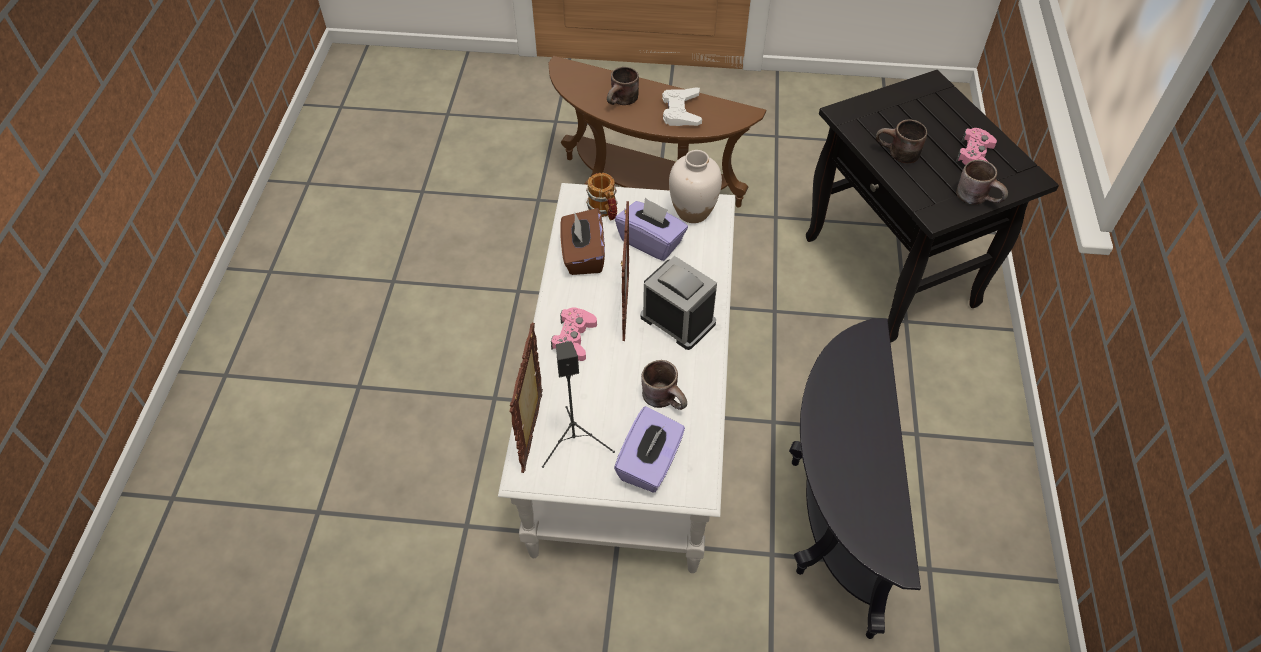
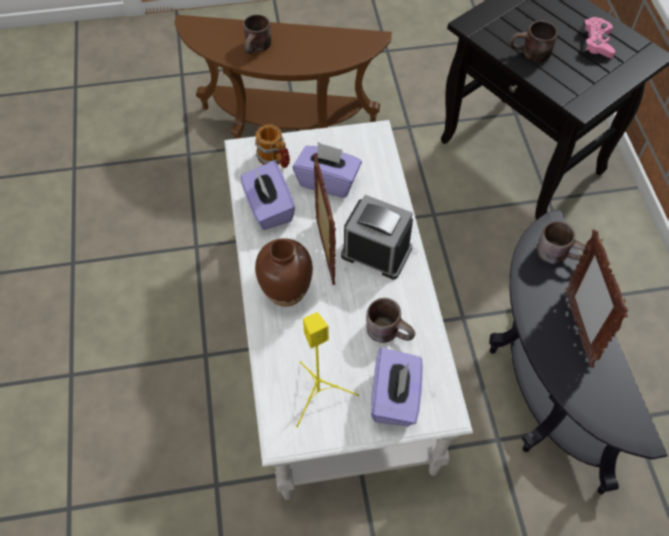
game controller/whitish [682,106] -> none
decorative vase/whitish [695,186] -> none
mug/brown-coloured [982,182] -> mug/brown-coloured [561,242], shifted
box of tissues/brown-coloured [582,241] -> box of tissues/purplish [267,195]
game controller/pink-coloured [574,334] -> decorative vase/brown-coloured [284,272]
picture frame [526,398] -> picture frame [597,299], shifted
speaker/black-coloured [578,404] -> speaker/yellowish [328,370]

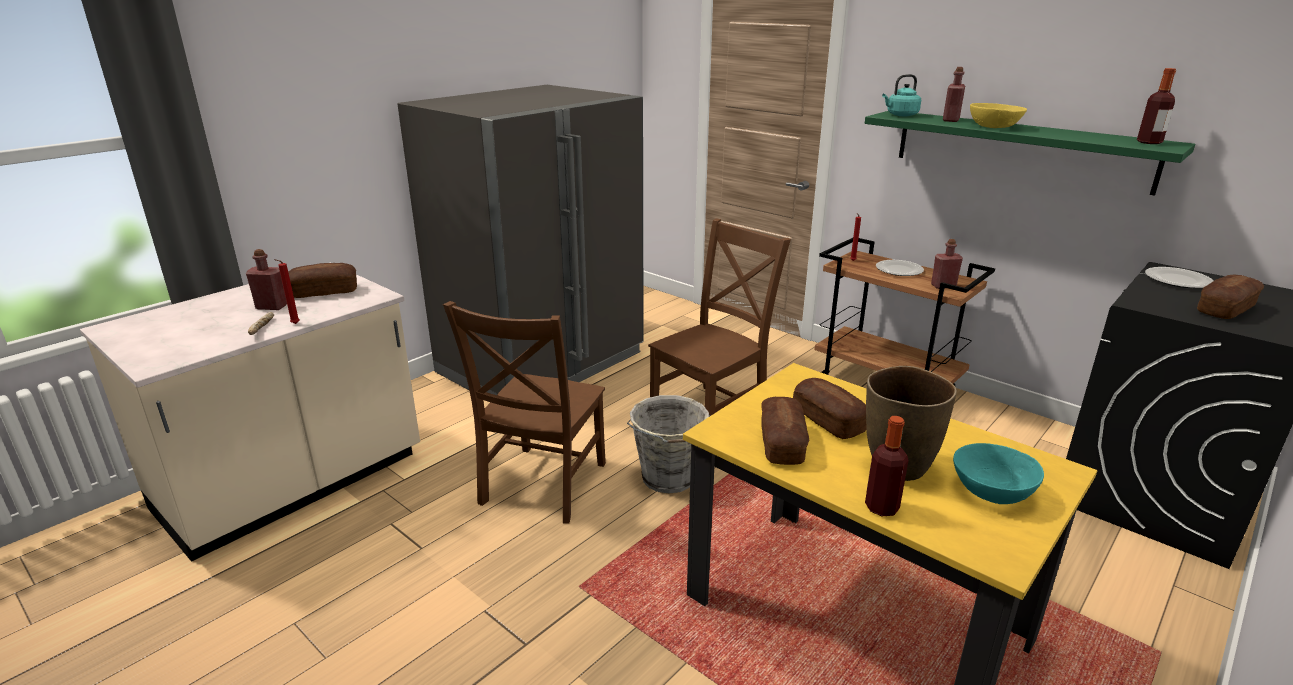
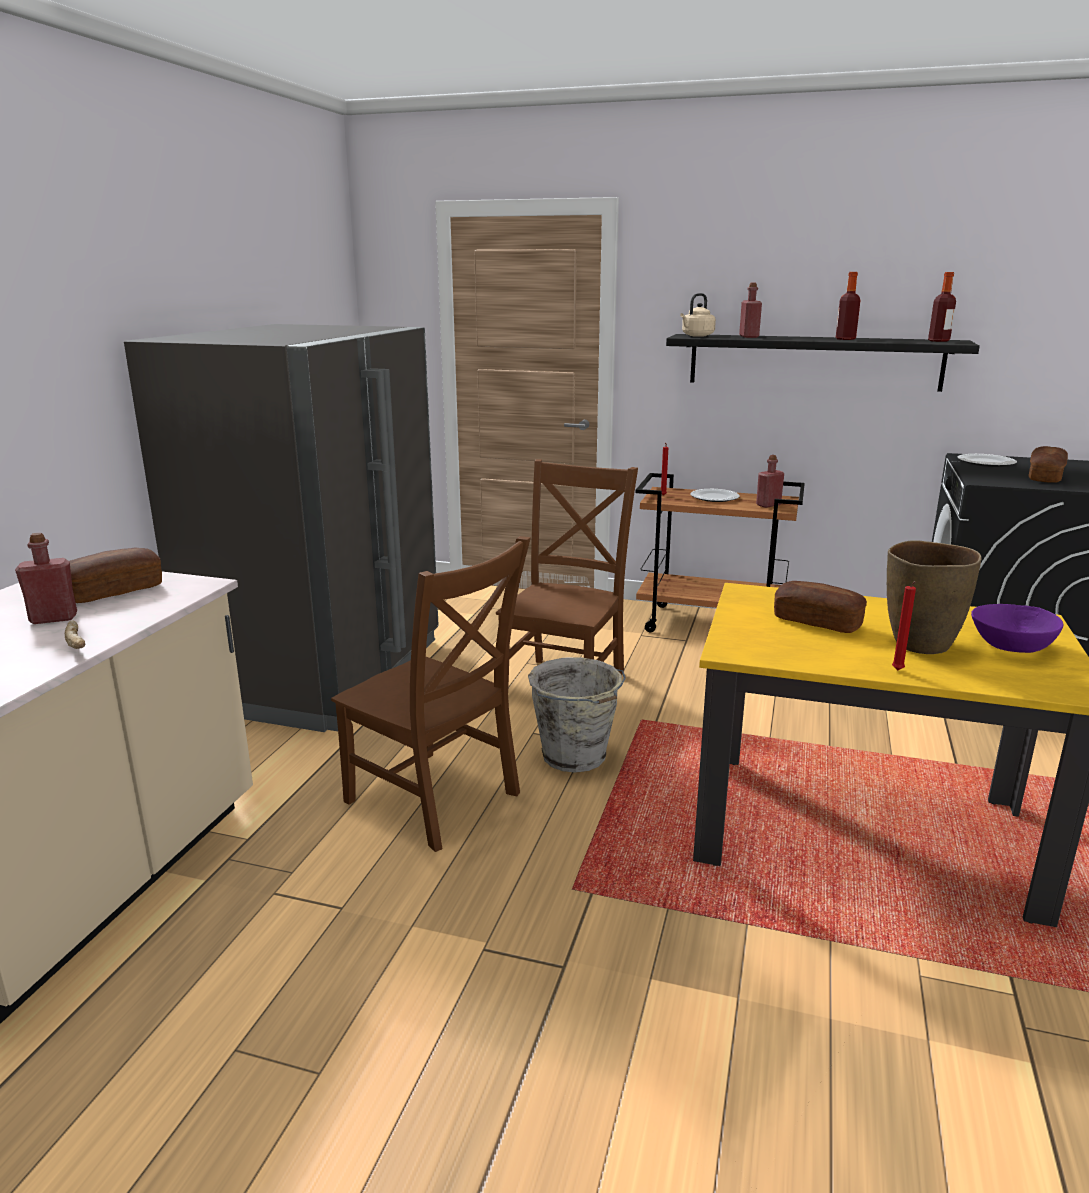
water kettle/turquoise-coloured [901,95] -> water kettle/beige-coloured [698,315]
bowl/yellowish [998,115] -> none
wall shelf/green-coloured [1030,153] -> wall shelf/black-coloured [823,363]
candle/red [287,291] -> candle/red [904,625], shifted
plain chair/brown-coloured [524,412] -> plain chair/brown-coloured [431,694], 45 degrees counterclockwise
baked bread [785,431] -> none
drink bottle [887,466] -> drink bottle [848,306], shifted
bowl/turquoise-coloured [998,473] -> bowl/purplish [1017,628]

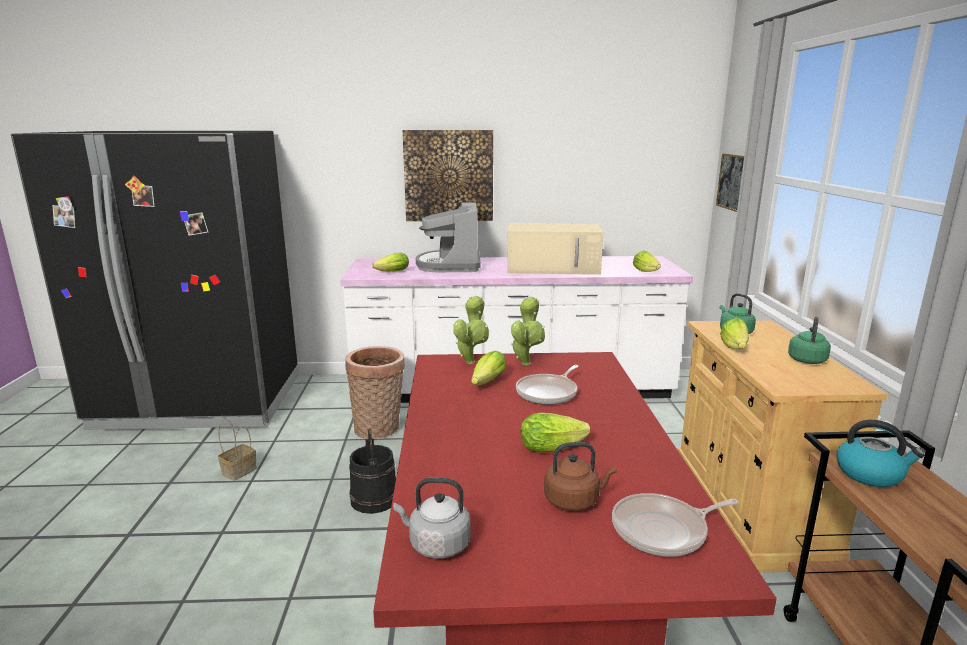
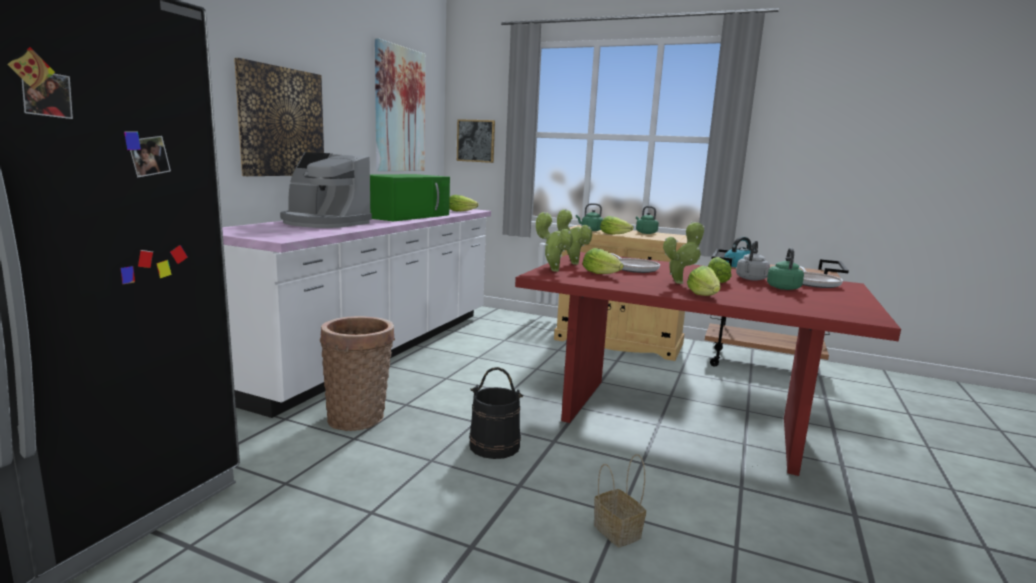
microwave oven/beige-coloured [555,249] -> microwave oven/green-coloured [410,197]
lettuce head [390,262] -> lettuce head [704,281], shifted
household basket [237,450] -> household basket [620,500], shifted
water kettle/brown-coloured [580,476] -> water kettle/green-coloured [785,269]
water kettle/greyish [431,518] -> water kettle/greyish [753,261], shifted
none -> picture [400,104]
none -> houseplant [684,252]

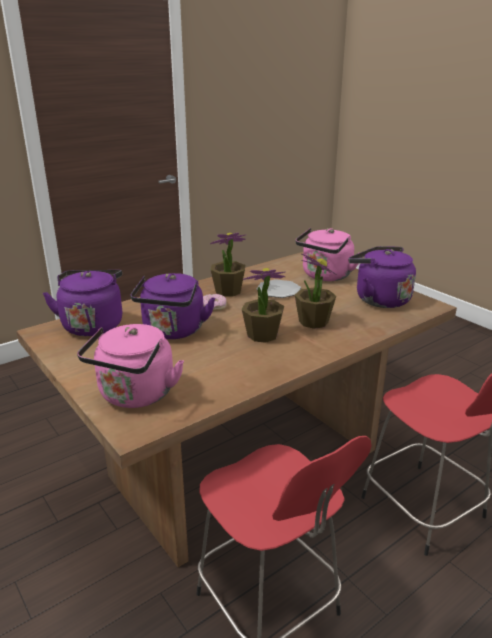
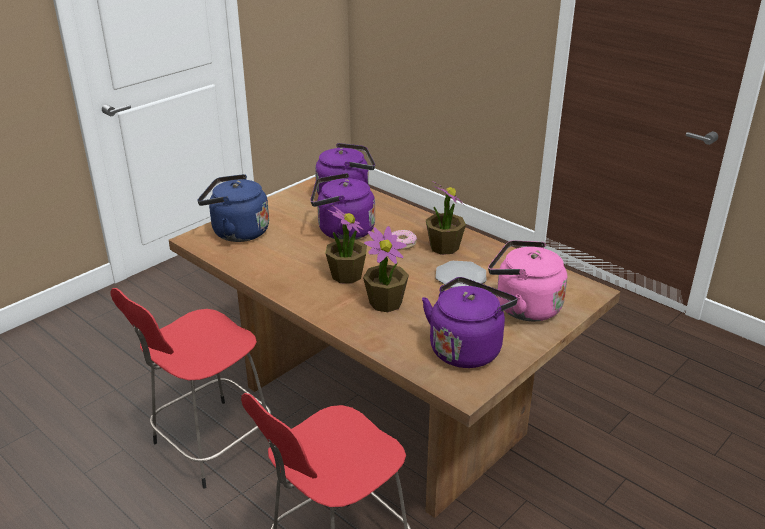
water kettle/pink-coloured [130,366] -> water kettle/blue [233,208]

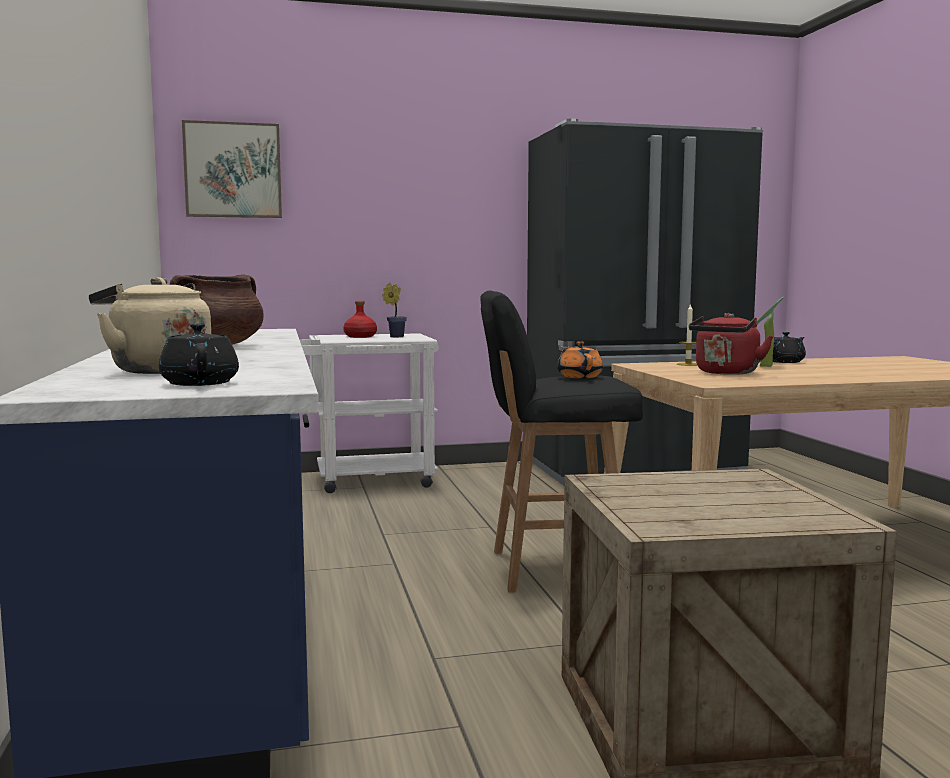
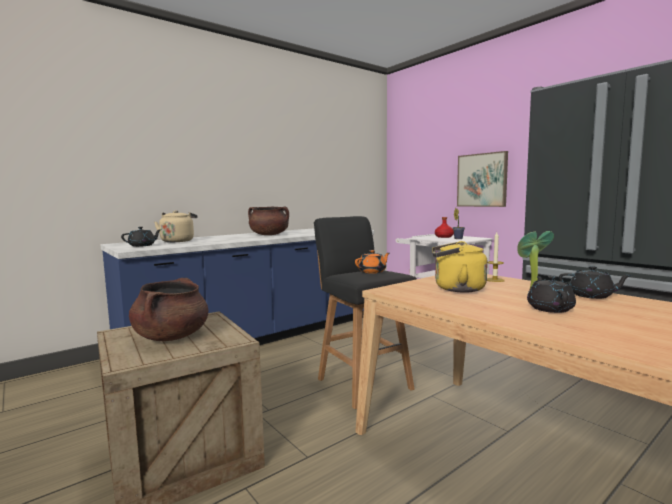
picture [232,169] -> picture [482,179], shifted
water kettle/red [731,344] -> water kettle/yellowish [460,267]
none -> tea pot/black-coloured [551,294]
none -> saucepot/brown-coloured [168,309]

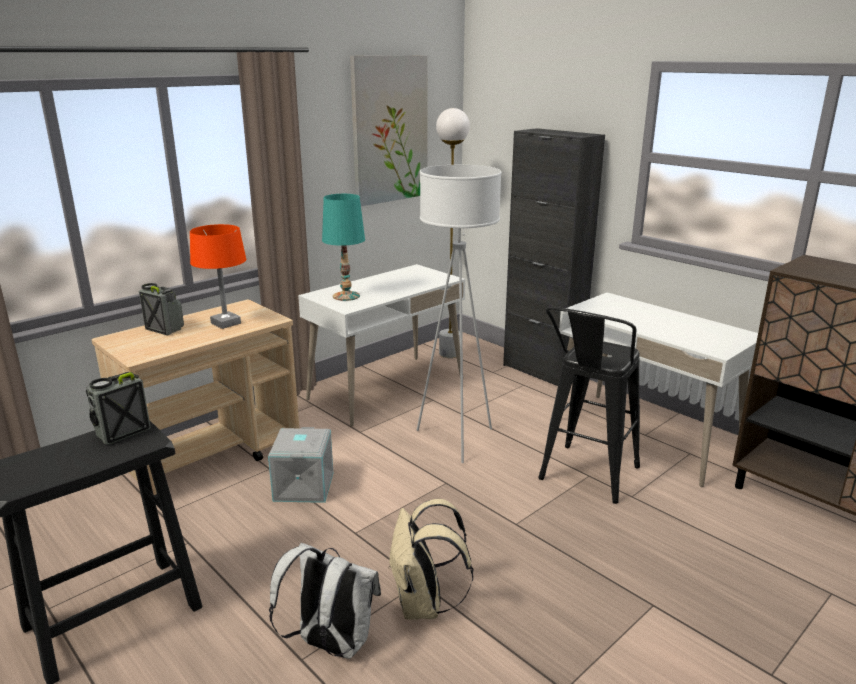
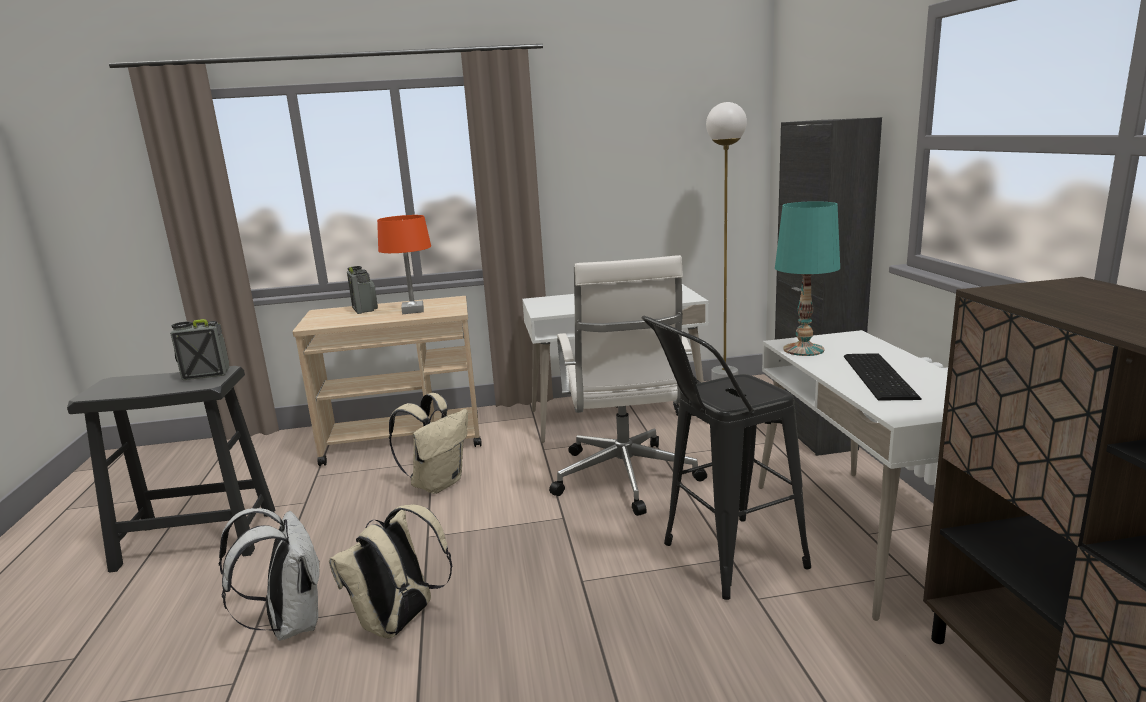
picture [389,130] -> none
standard lamp/whitish [459,314] -> computer chair/whitish [628,385]
table lamp/turquoise-coloured [343,247] -> table lamp/turquoise-coloured [807,278], shifted
storage bin/greyish [300,465] -> backpack/beige-coloured [428,443]
none -> computer keyboard [883,377]

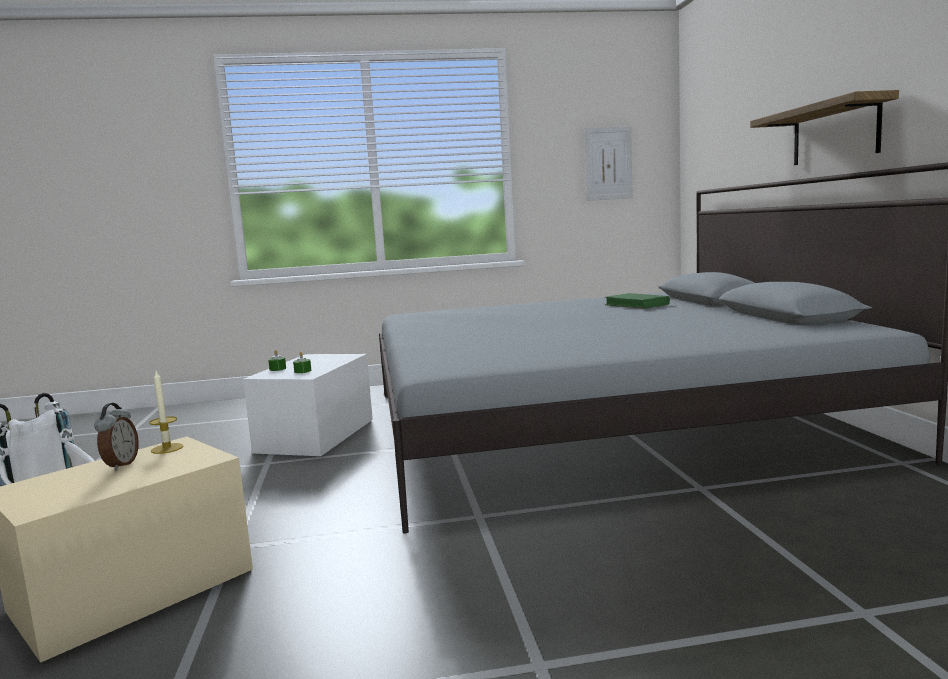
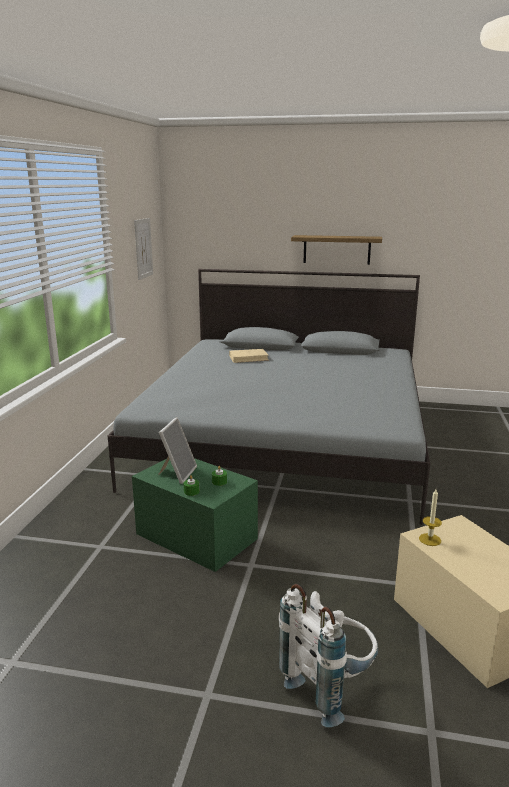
bound book/green-coloured [637,301] -> bound book/beige-coloured [249,356]
storage bin/whitish [308,405] -> storage bin/green-coloured [195,515]
alarm clock [116,437] -> none
none -> picture frame [177,451]

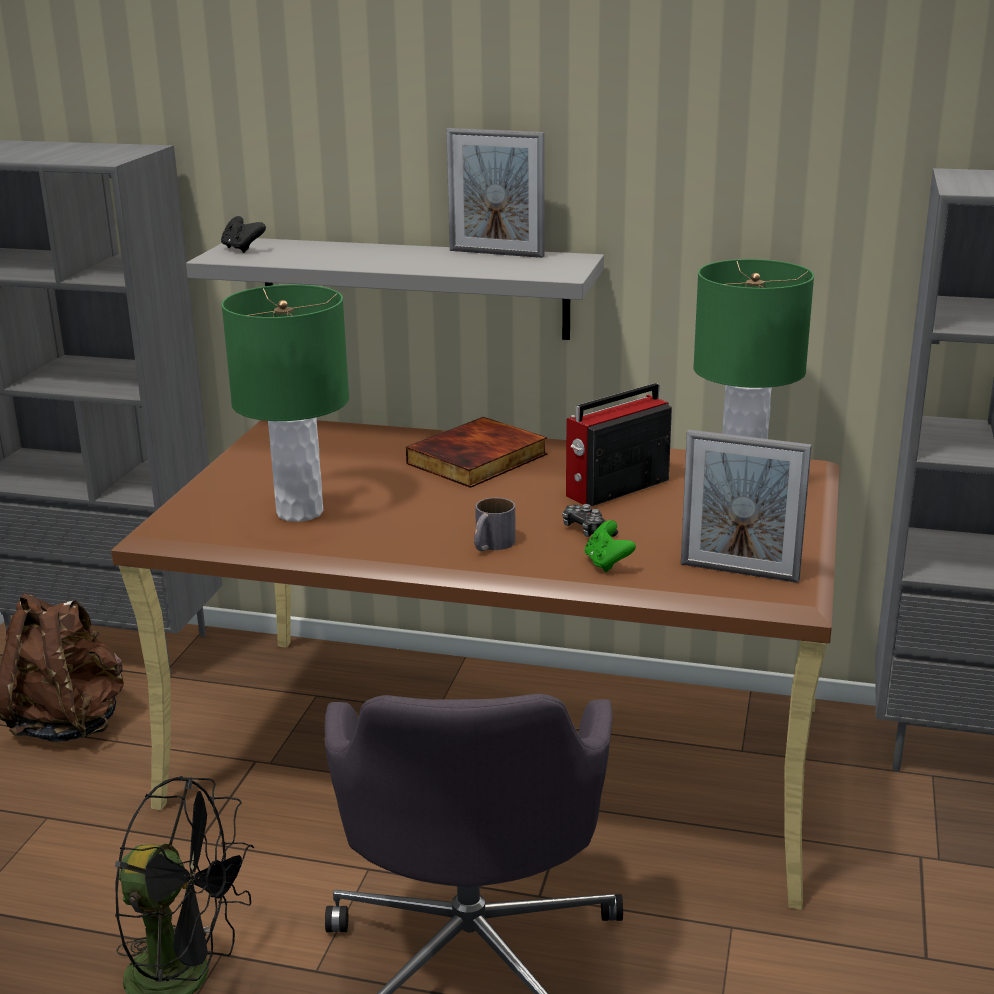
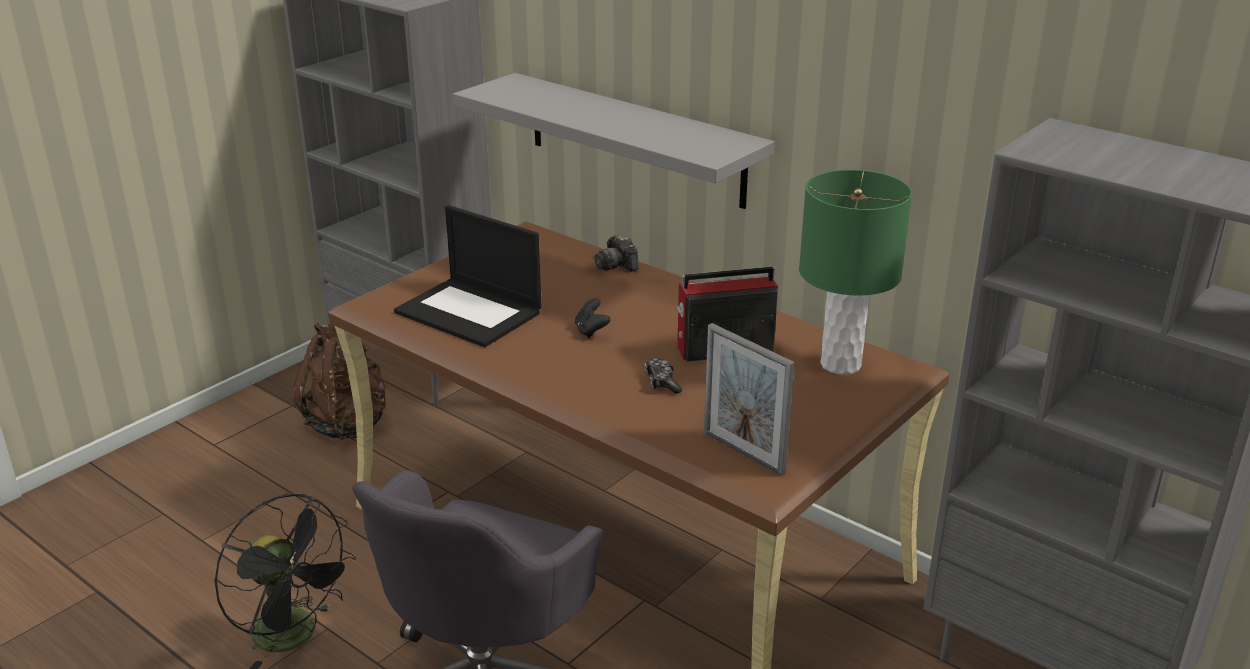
picture frame [495,193] -> none
game controller/black-coloured [243,234] -> game controller/black-coloured [592,318], shifted
table lamp/green-coloured [285,403] -> laptop [468,276]
bound book [476,452] -> none
mug/greyish [495,524] -> none
game controller/green-coloured [610,546] -> none
none -> photo camera [617,253]

